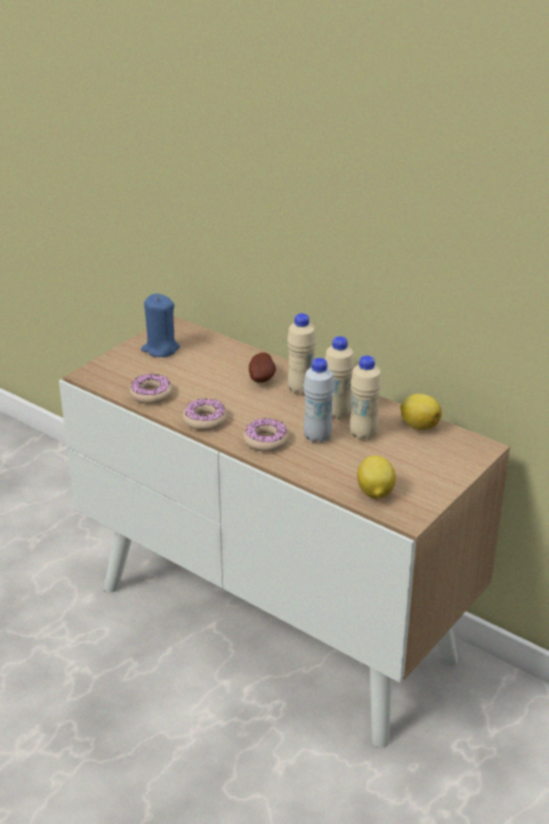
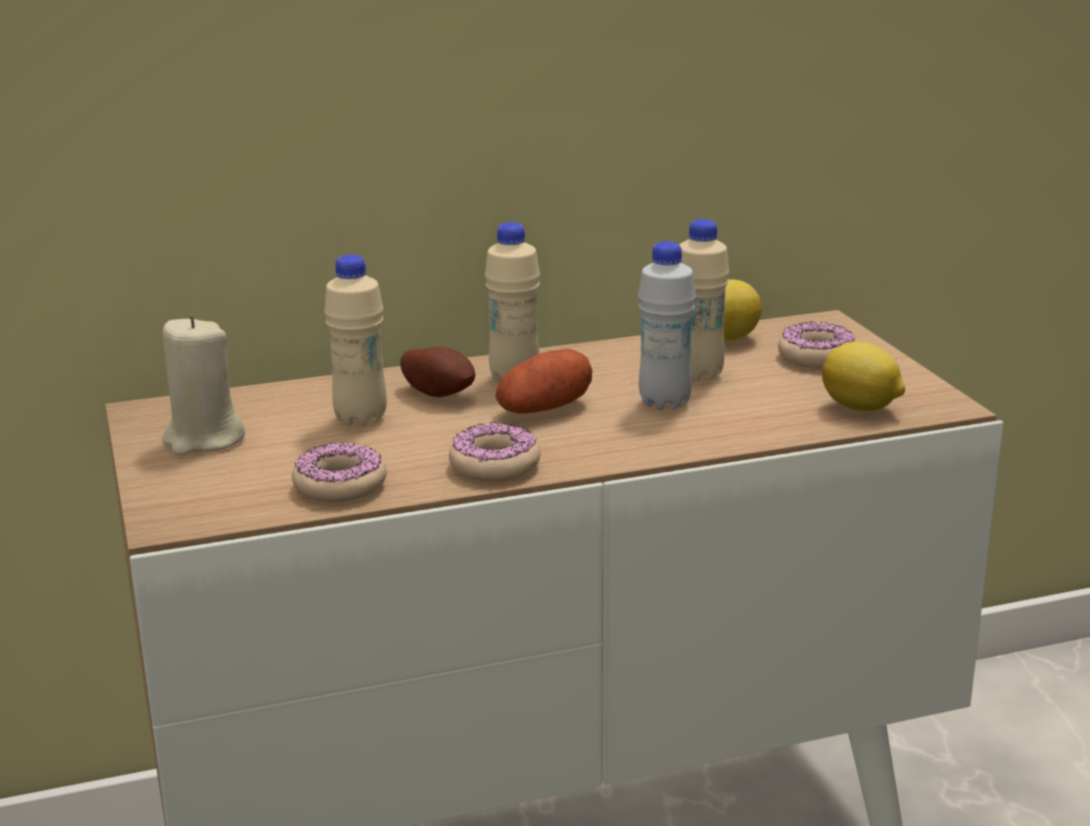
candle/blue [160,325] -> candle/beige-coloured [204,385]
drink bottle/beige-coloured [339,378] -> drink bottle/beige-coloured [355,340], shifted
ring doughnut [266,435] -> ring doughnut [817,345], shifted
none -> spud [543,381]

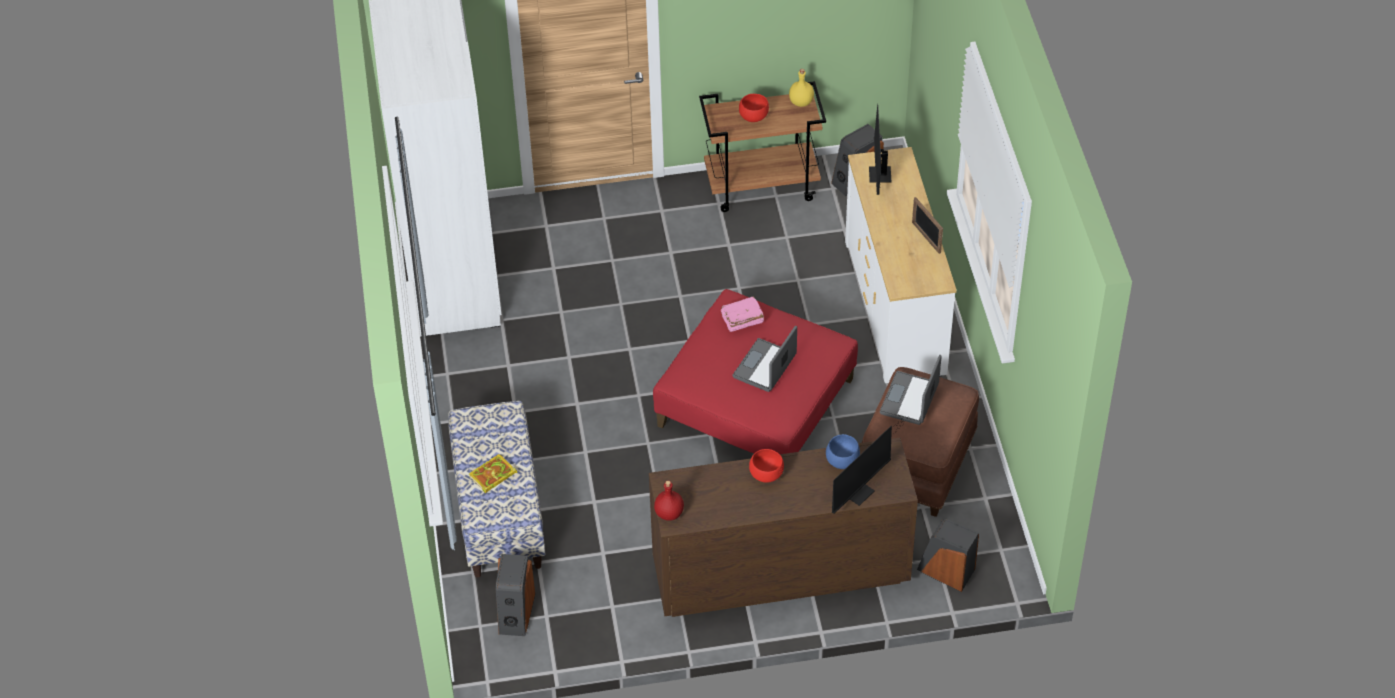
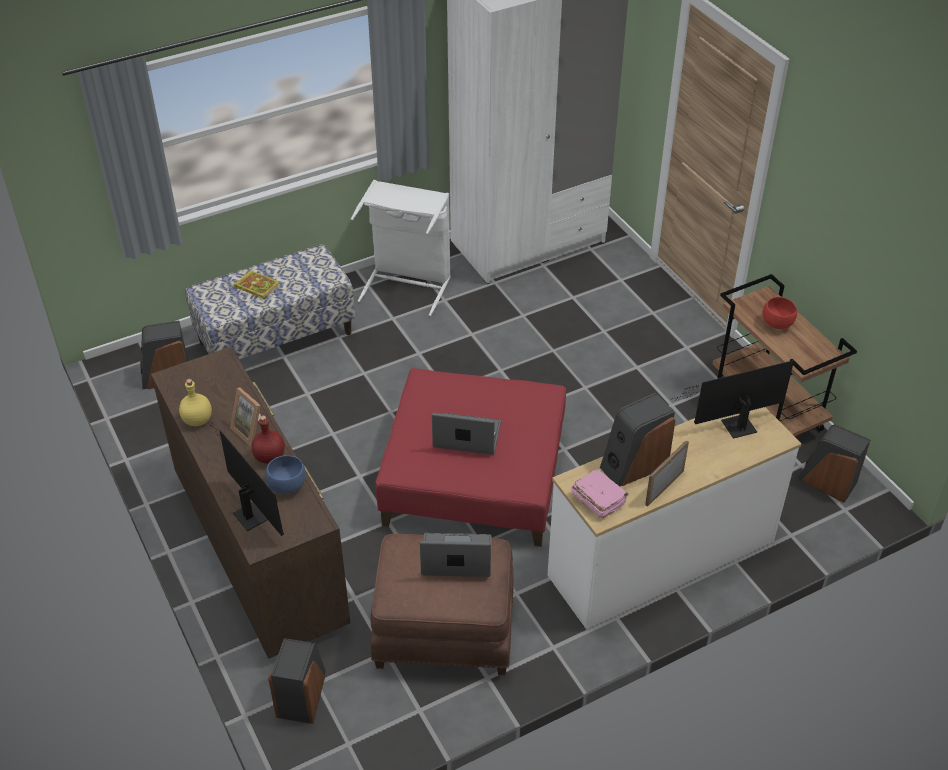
drink bottle/yellowish [801,88] -> drink bottle/yellowish [195,402], shifted
bound book/pink-coloured [742,314] -> bound book/pink-coloured [600,493], shifted
monitor [869,465] -> monitor [245,478], 150 degrees counterclockwise
bowl/red [766,466] -> picture frame [245,417]
drink bottle/red [669,501] -> drink bottle/red [268,440], shifted
none -> washing basket/whitish [401,248]
none -> speaker [638,439]

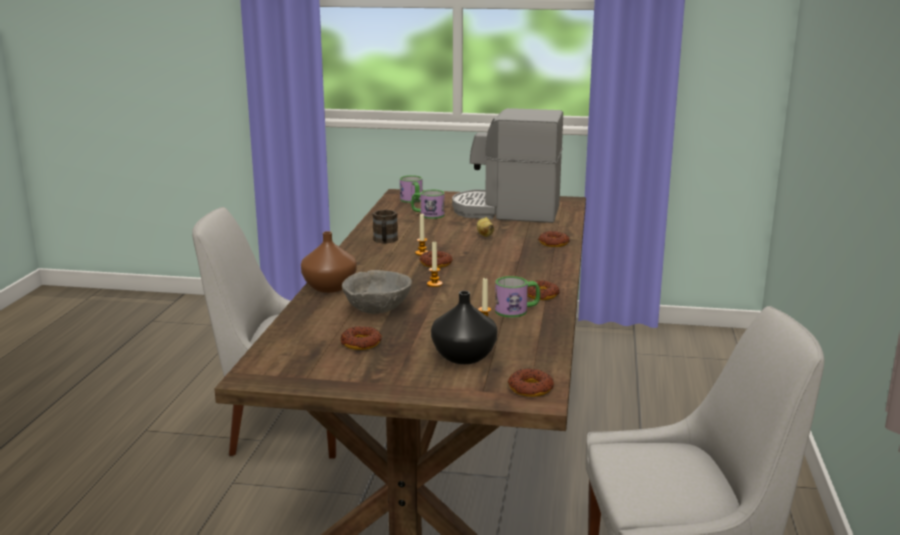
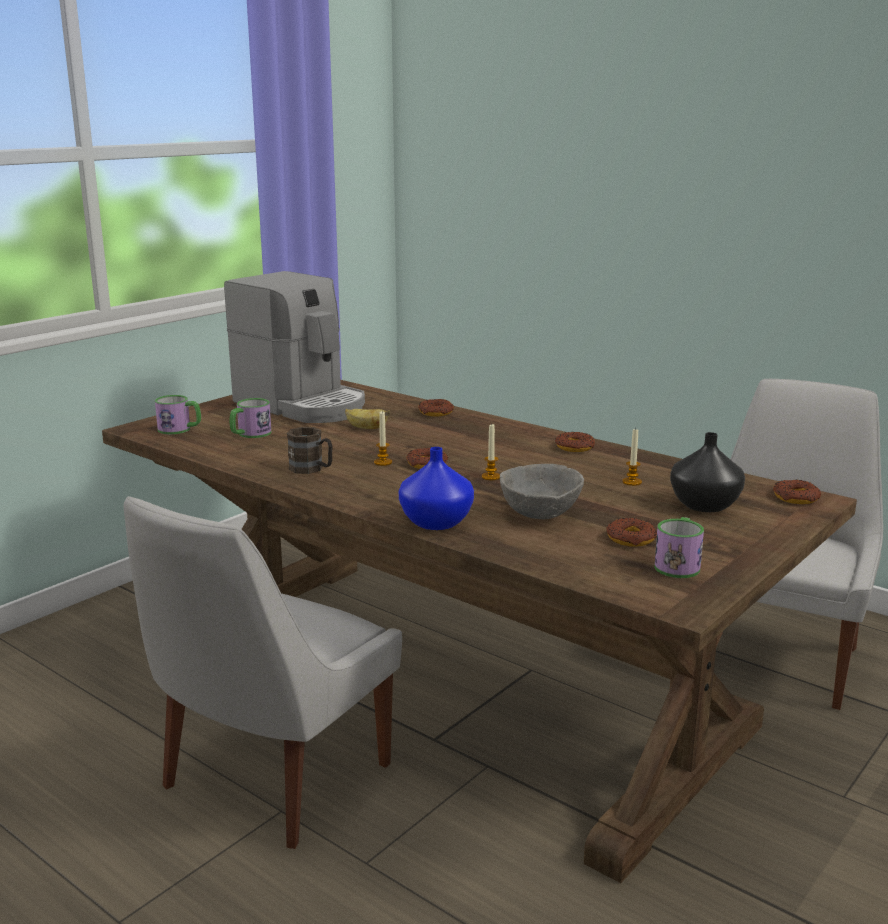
coffee machine [507,165] -> coffee machine [294,347], 90 degrees counterclockwise
decorative vase/brown-coloured [329,262] -> decorative vase/blue [436,488]
mug [517,296] -> mug [679,547], shifted

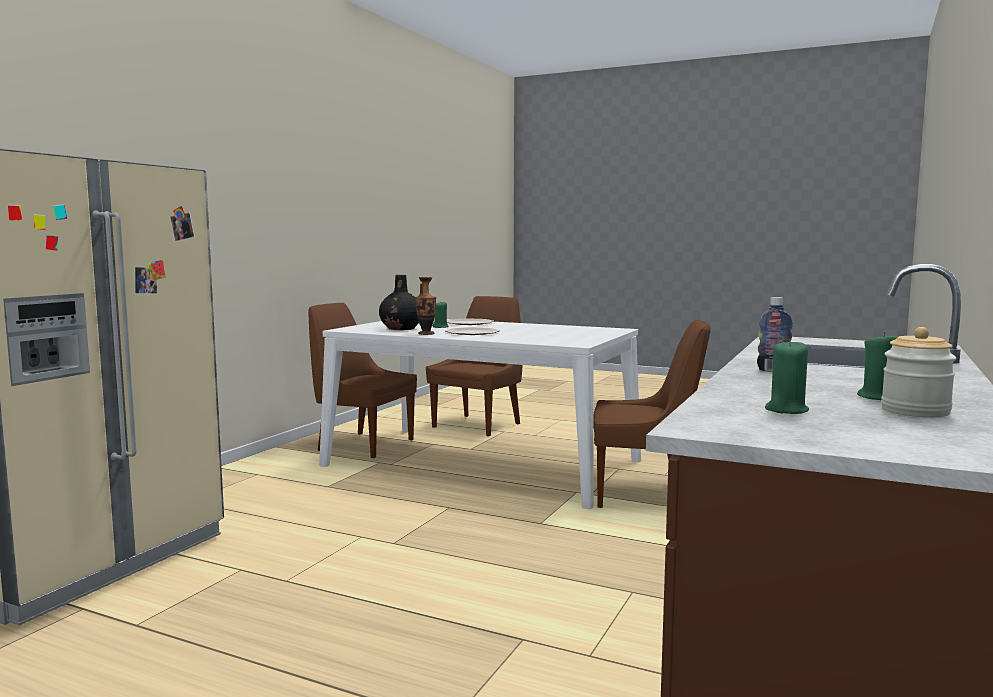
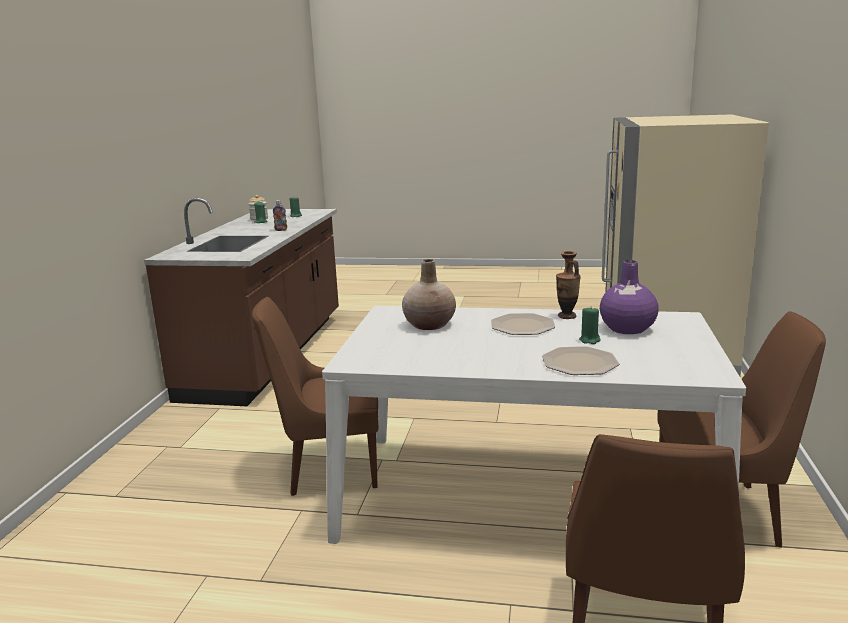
decorative vase/black-coloured [399,302] -> decorative vase/purplish [629,297]
none -> decorative vase/beige-coloured [429,294]

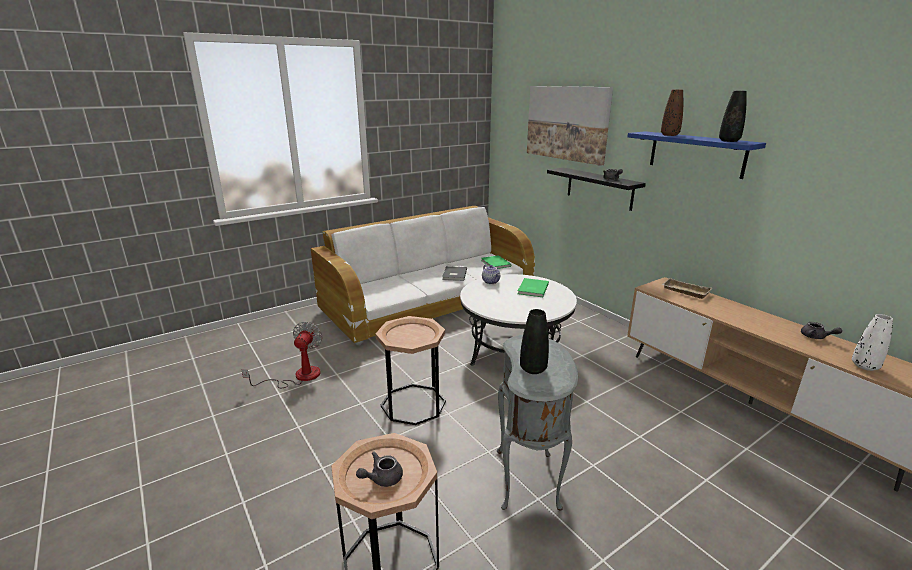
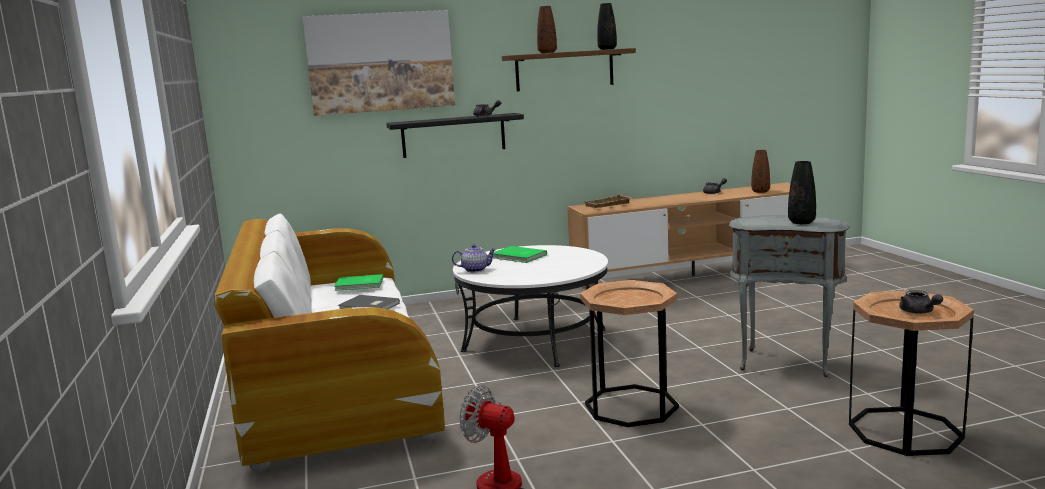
wall shelf/blue [697,155] -> wall shelf/brown-coloured [569,69]
decorative vase/whitish [872,342] -> decorative vase/brown-coloured [760,171]

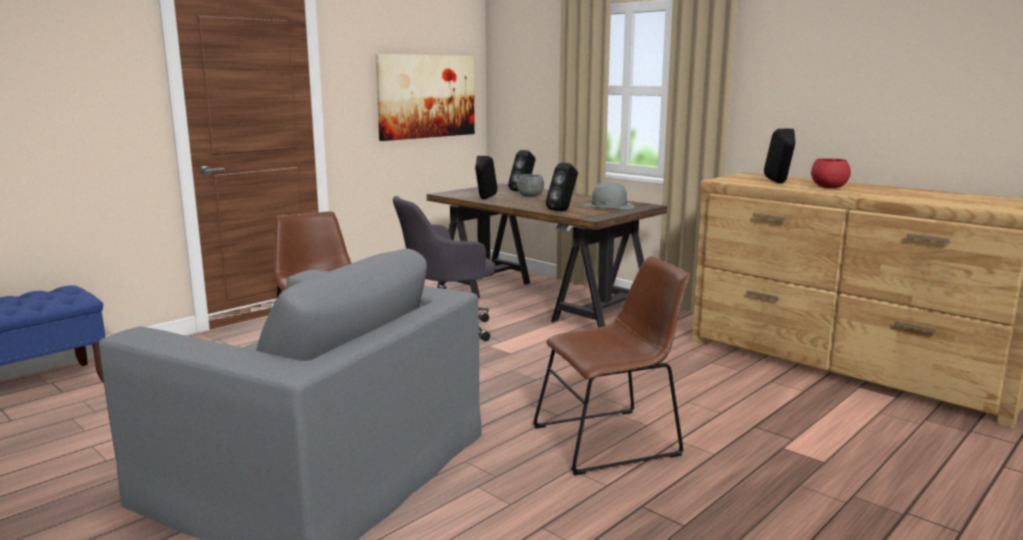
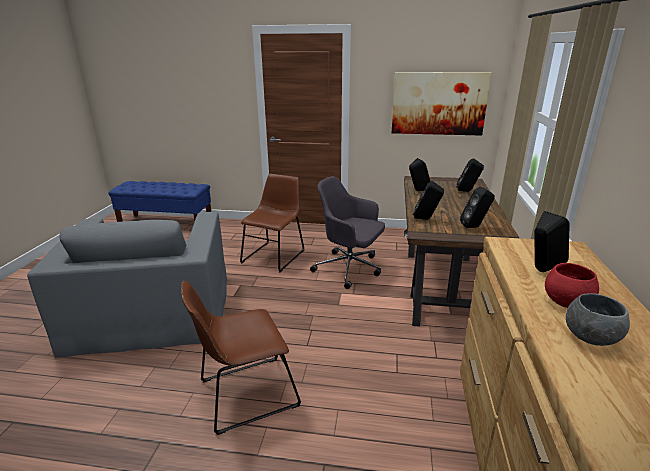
bowl/greyish [530,185] -> bowl/greyish [598,319], shifted
hat/greyish [609,196] -> speaker/black-coloured [477,207]
plain chair/brown-coloured [611,365] -> plain chair/brown-coloured [241,358], 120 degrees clockwise

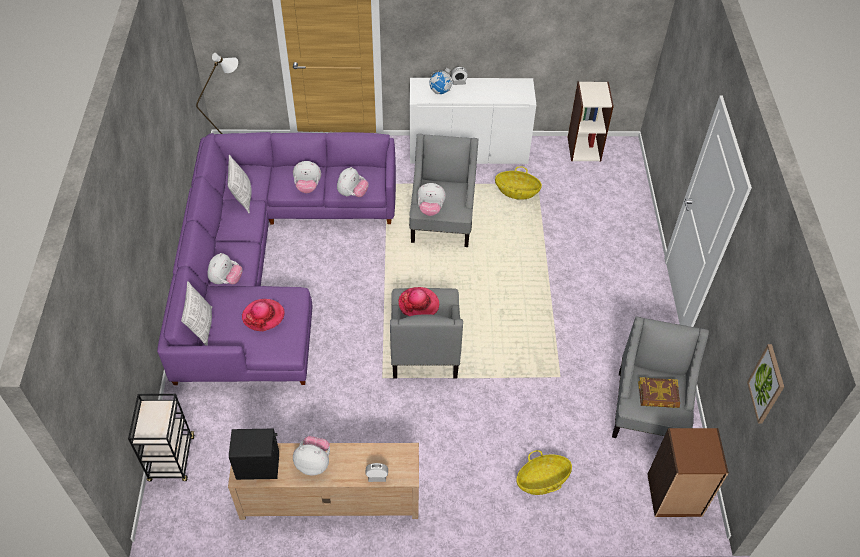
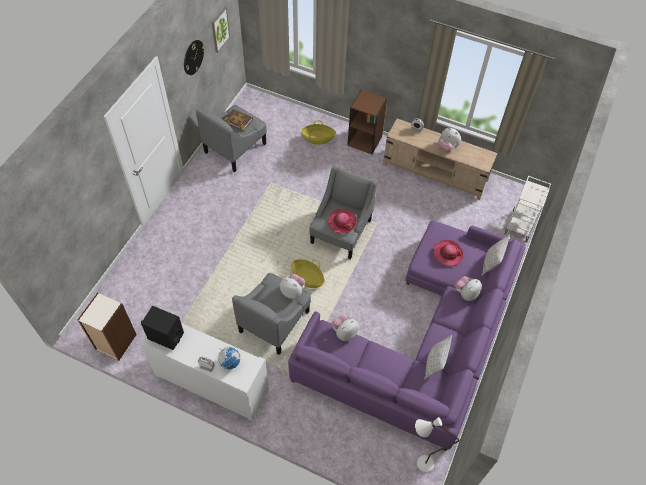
plush toy [307,177] -> none
household basket [518,183] -> household basket [308,273], shifted
cart/black-coloured [161,437] -> cart/whitish [527,209]
bookshelf/brown-coloured [688,472] -> bookshelf/brown-coloured [367,121], shifted
speaker/black-coloured [254,454] -> speaker/black-coloured [162,328], shifted
none -> hanging clock [194,57]

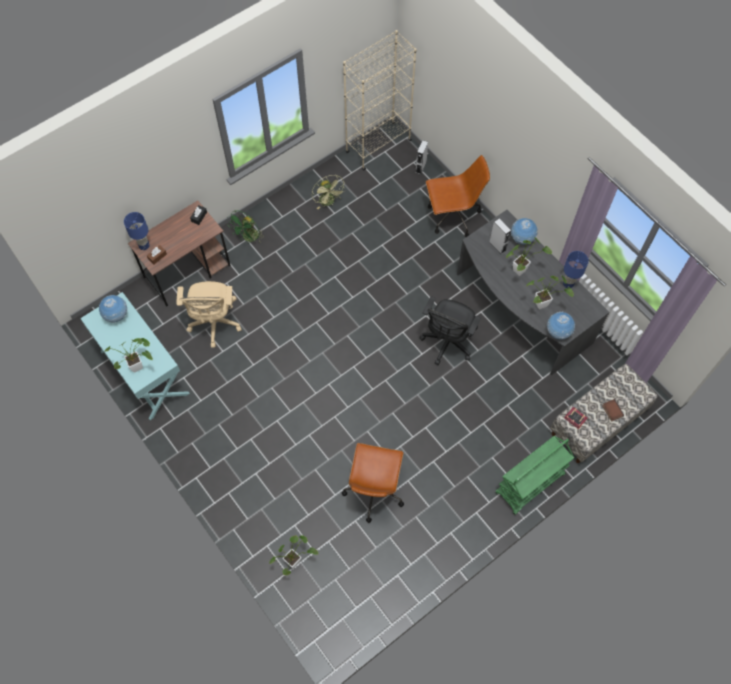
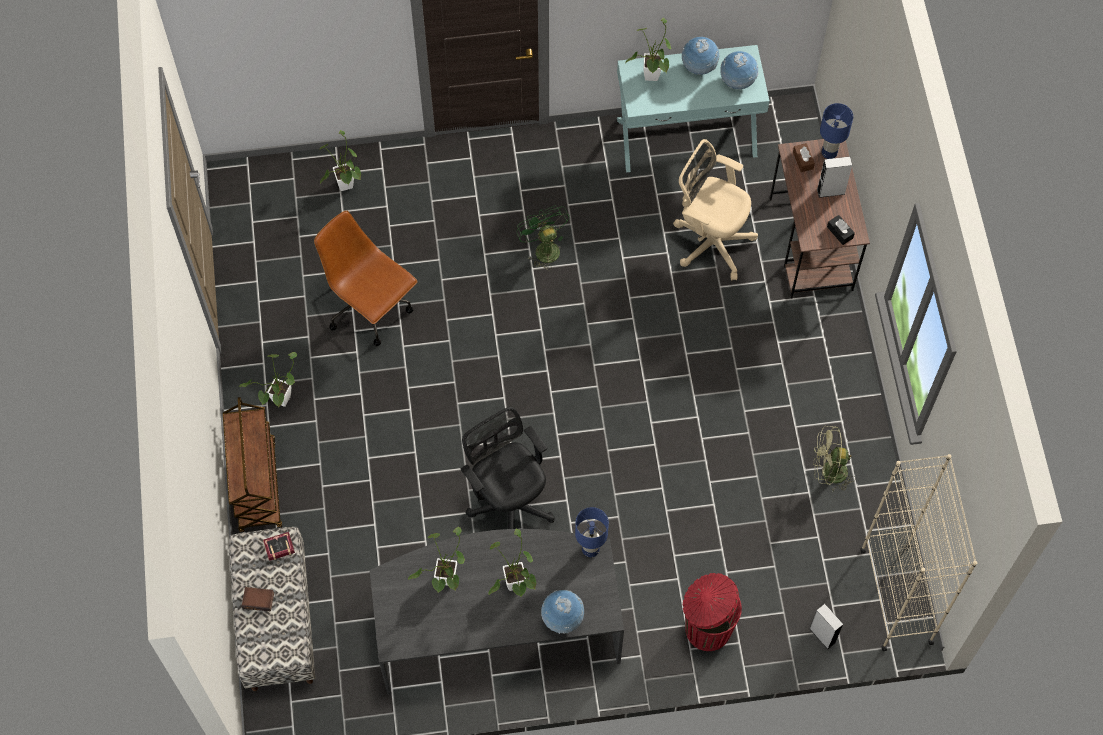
computer chair/brown-coloured [458,196] -> rubbish bin/red [712,612]
fan/green-coloured [246,226] -> fan/green-coloured [542,238], shifted
speaker/greyish [500,236] -> speaker/greyish [834,177], shifted
table lamp/blue [576,269] -> table lamp/blue [592,532], shifted
world globe [561,325] -> world globe [700,56], shifted
cart/green-coloured [534,475] -> cart/brown-coloured [253,465]
none -> houseplant [268,379]

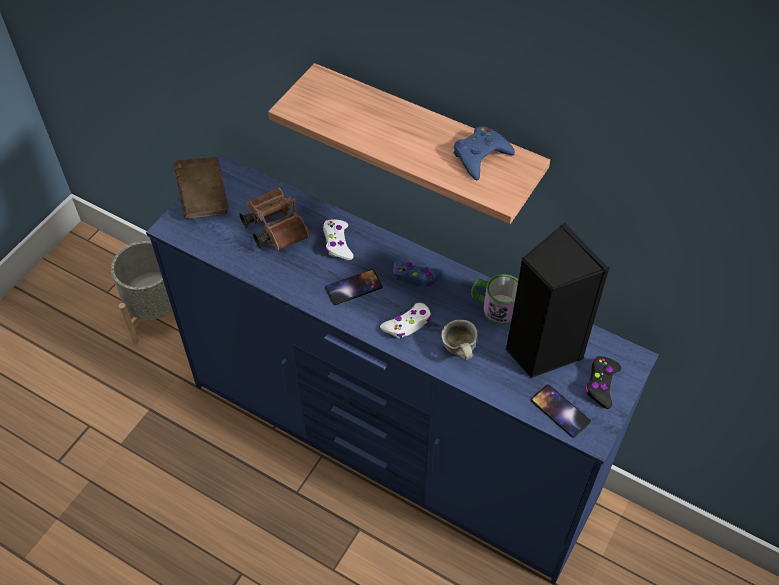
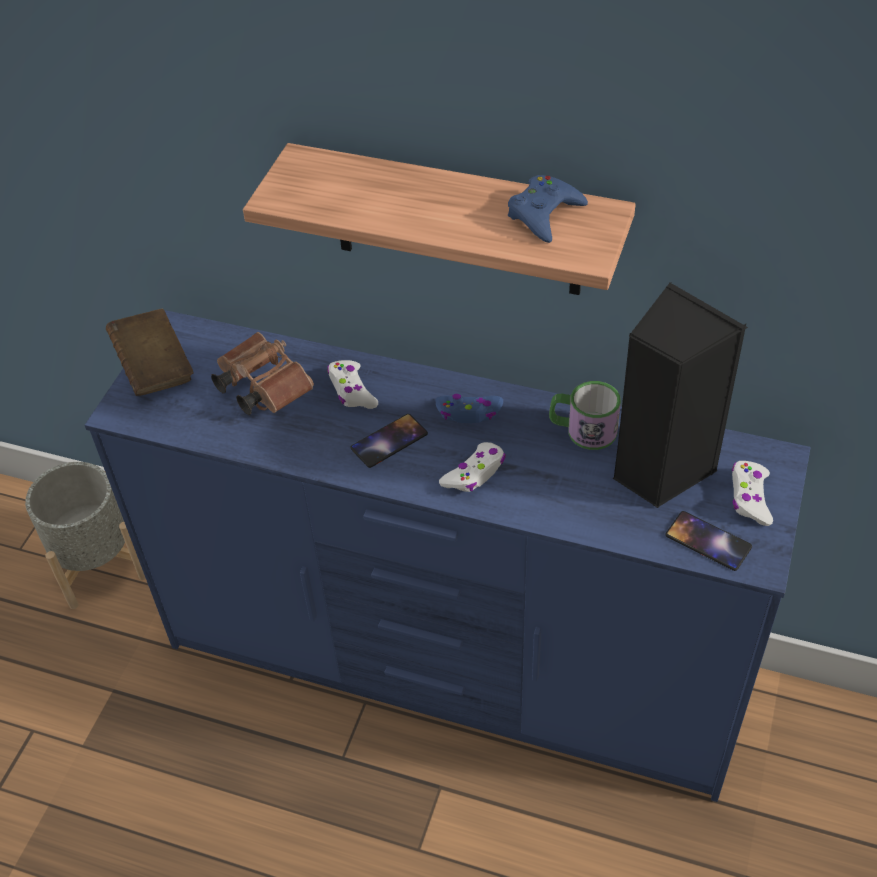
mug/greyish [459,340] -> none
game controller/black-coloured [603,382] -> game controller/whitish [752,493]

